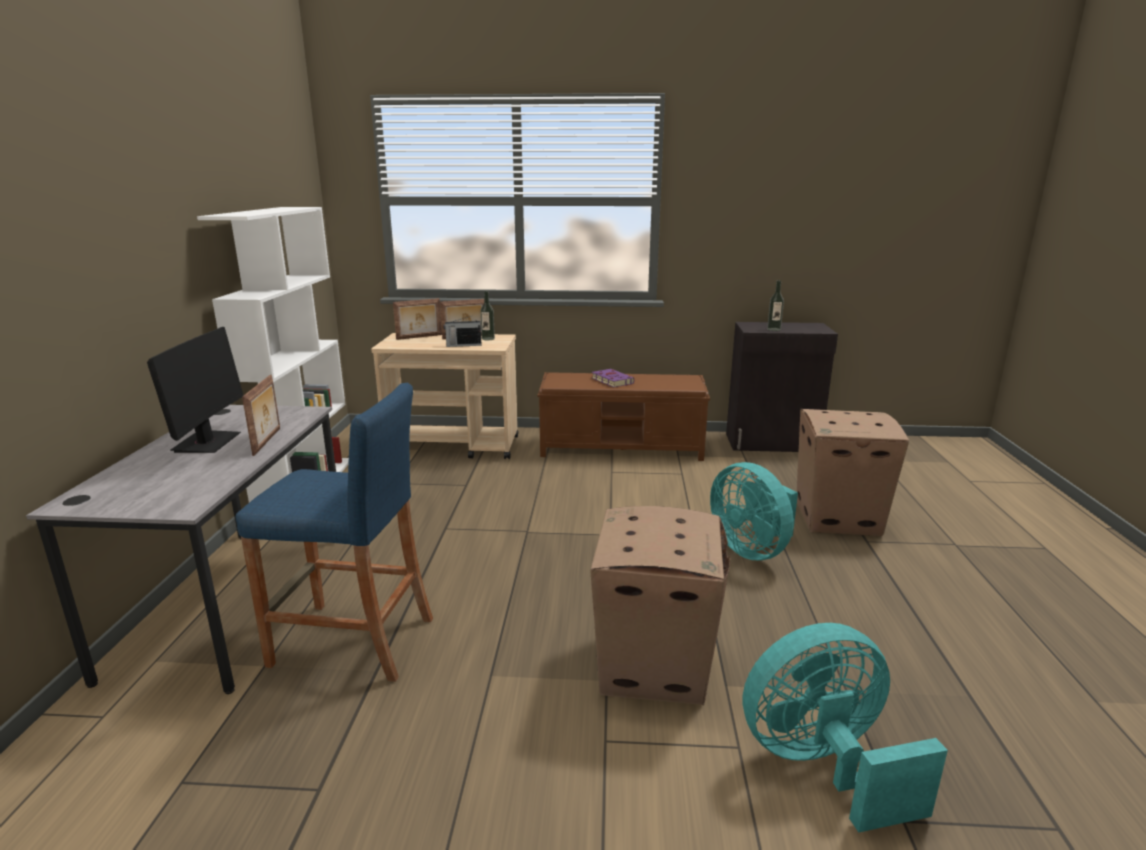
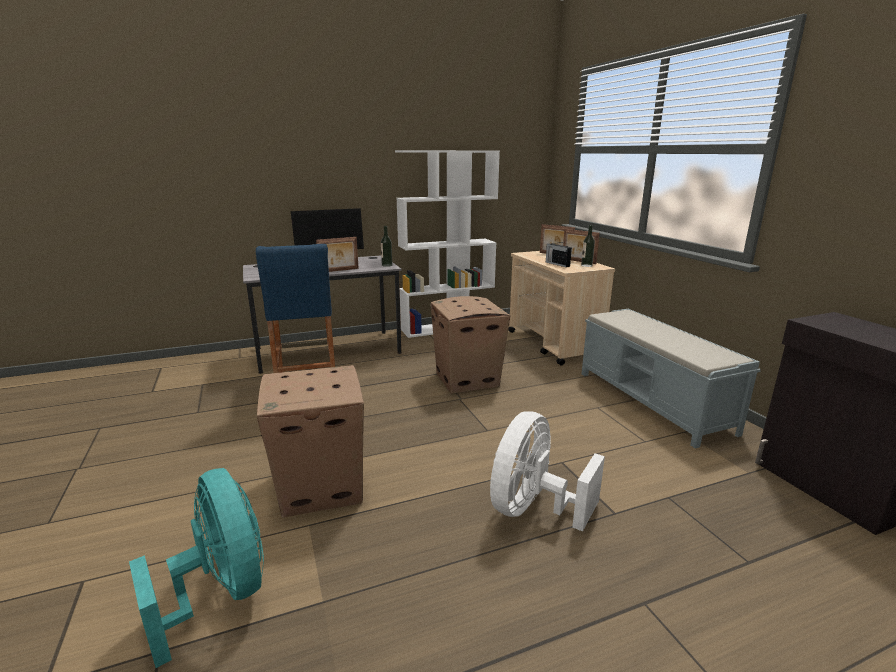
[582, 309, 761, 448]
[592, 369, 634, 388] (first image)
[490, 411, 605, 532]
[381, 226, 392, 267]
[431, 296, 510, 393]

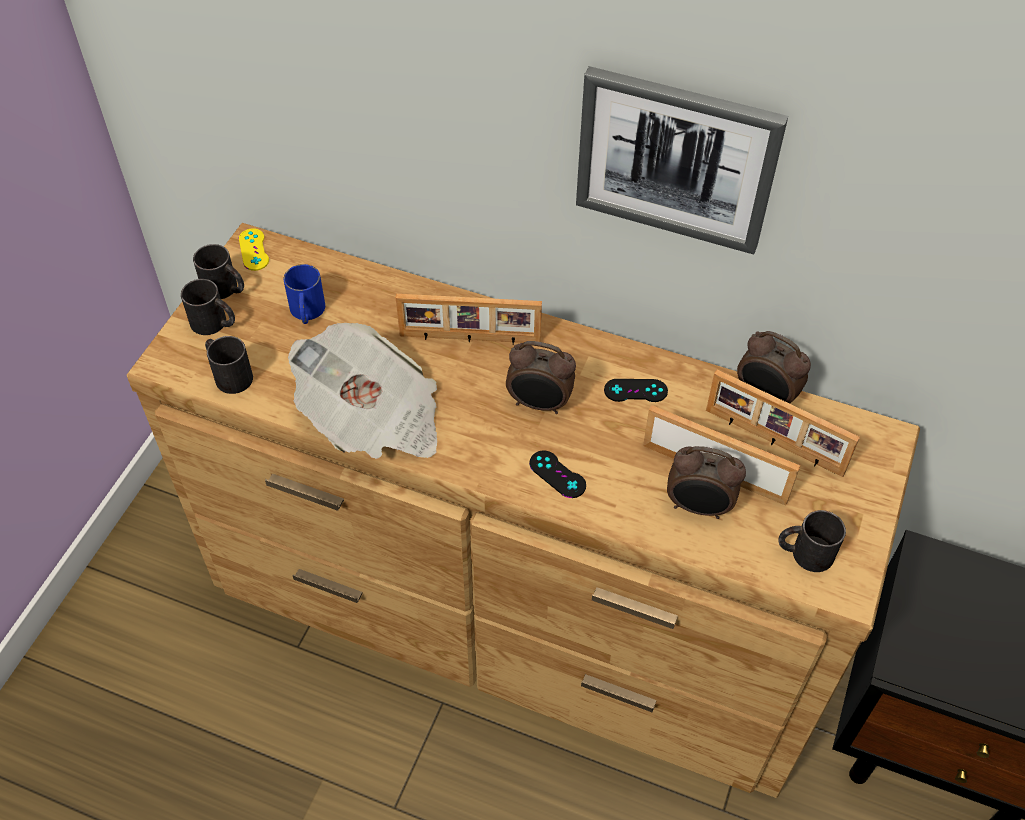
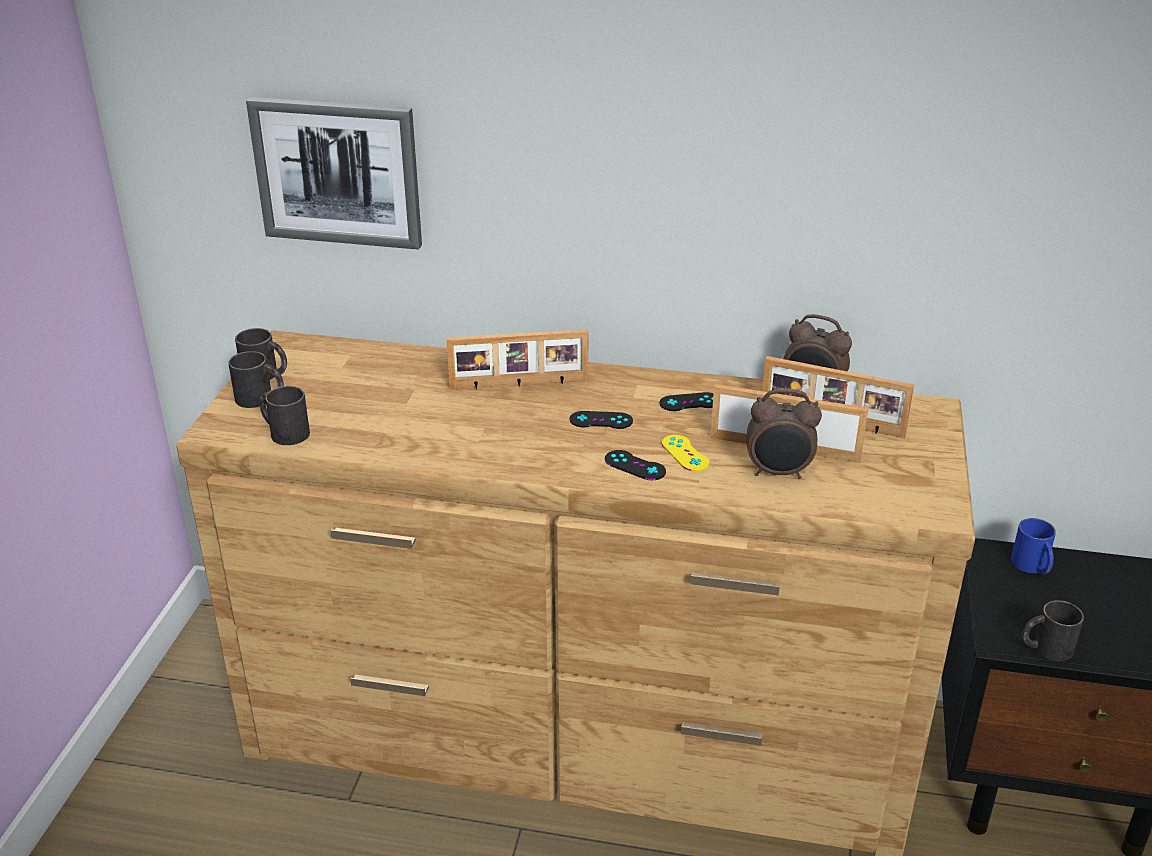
[662, 435, 709, 472]
[1011, 518, 1056, 575]
[288, 323, 437, 459] (first image)
[570, 411, 633, 429]
[246, 97, 422, 250]
[1022, 600, 1084, 661]

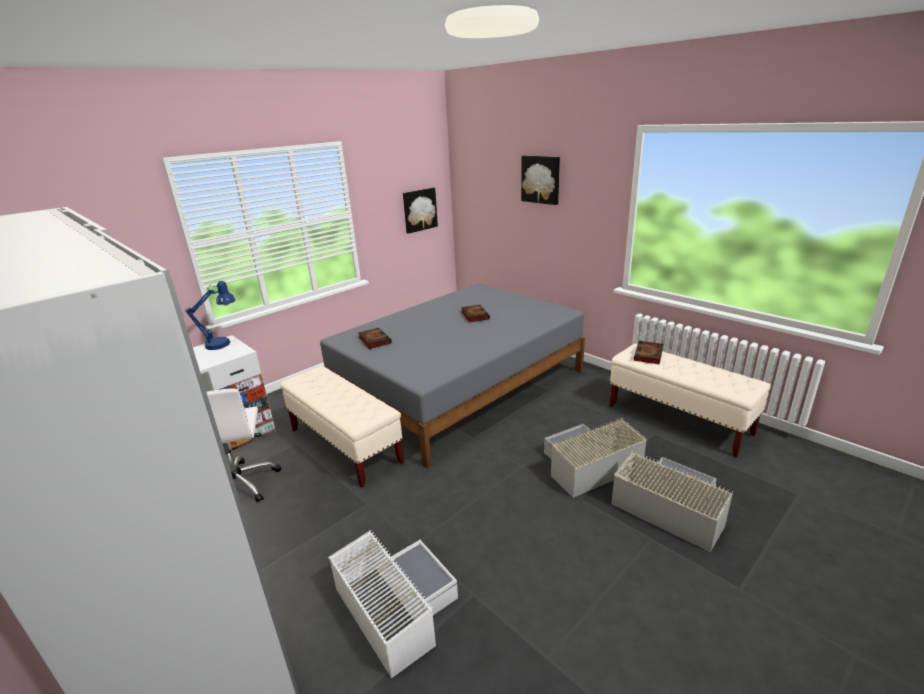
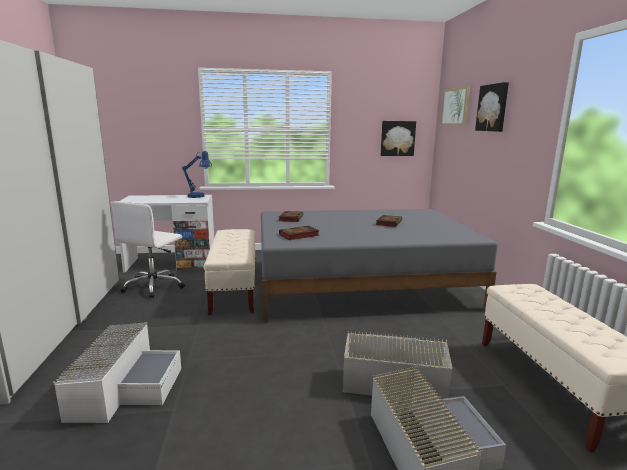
[279, 226, 319, 240]
[441, 86, 470, 125]

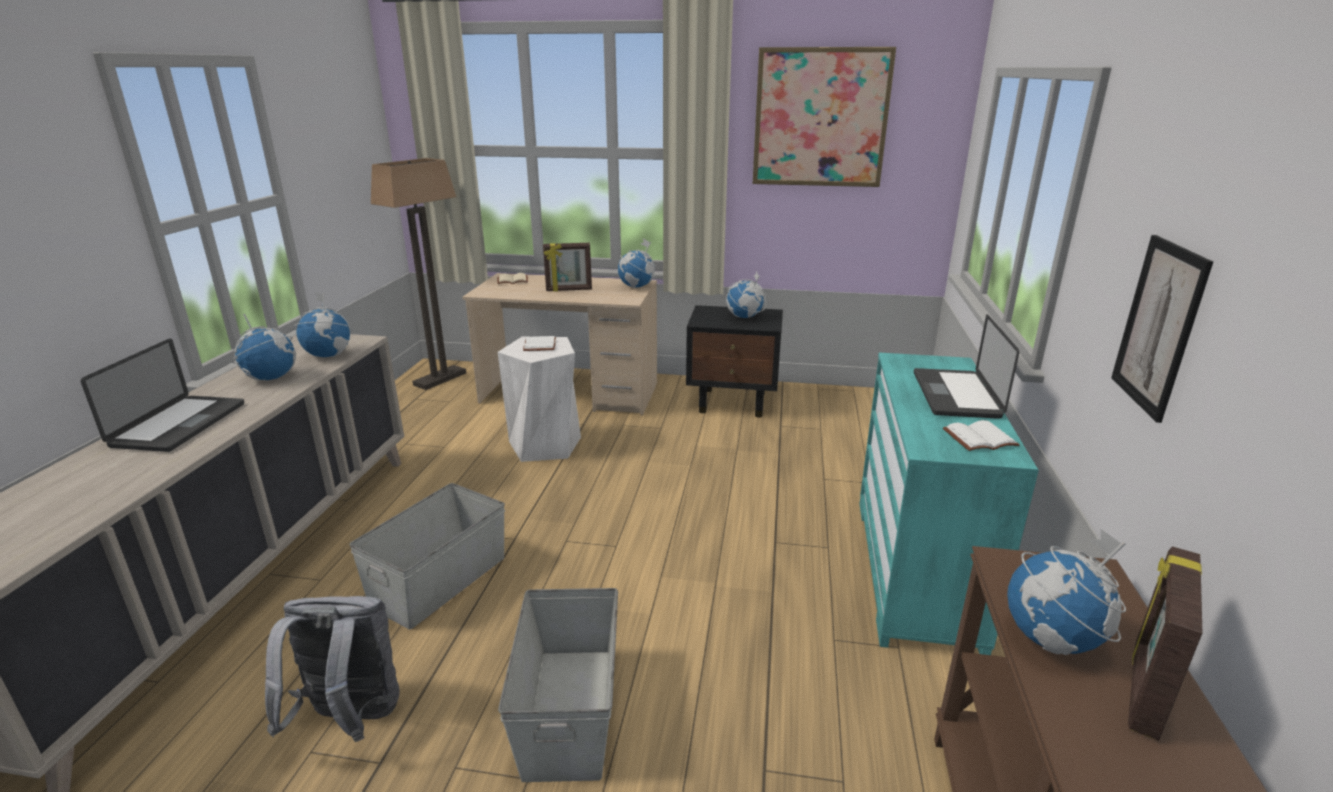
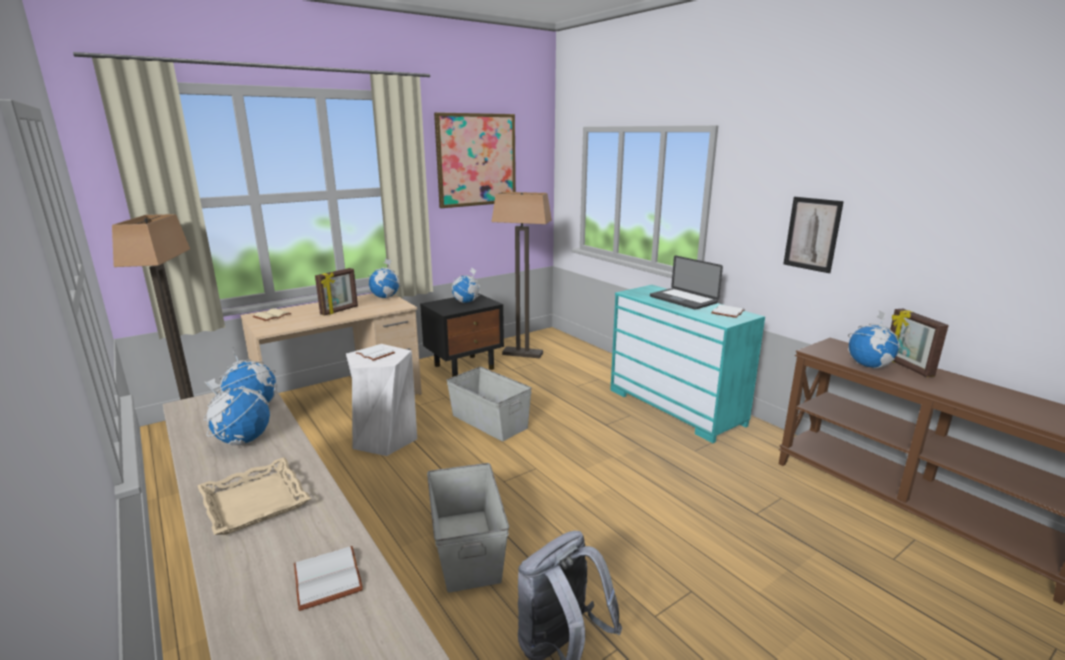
[198, 457, 311, 535]
[447, 367, 532, 441]
[294, 546, 363, 611]
[491, 192, 552, 359]

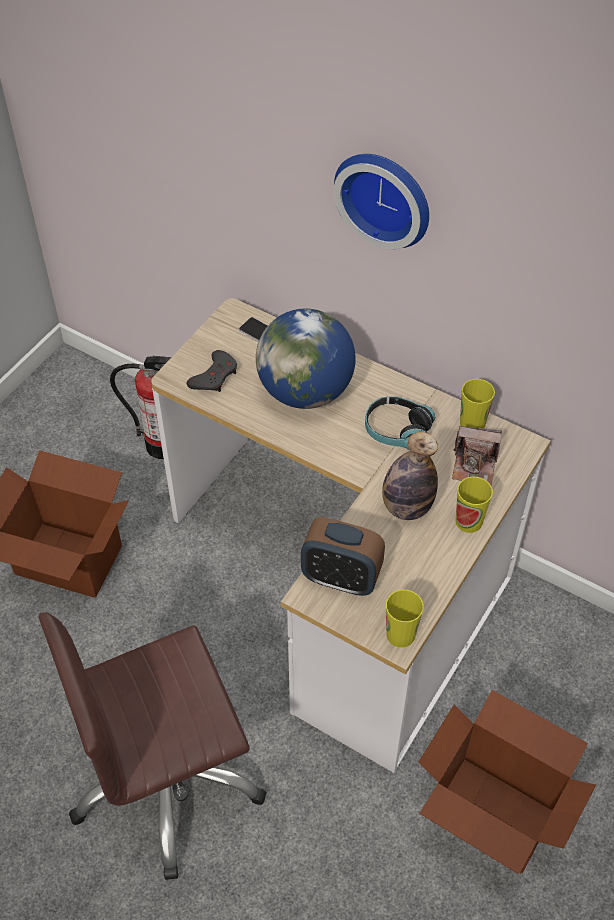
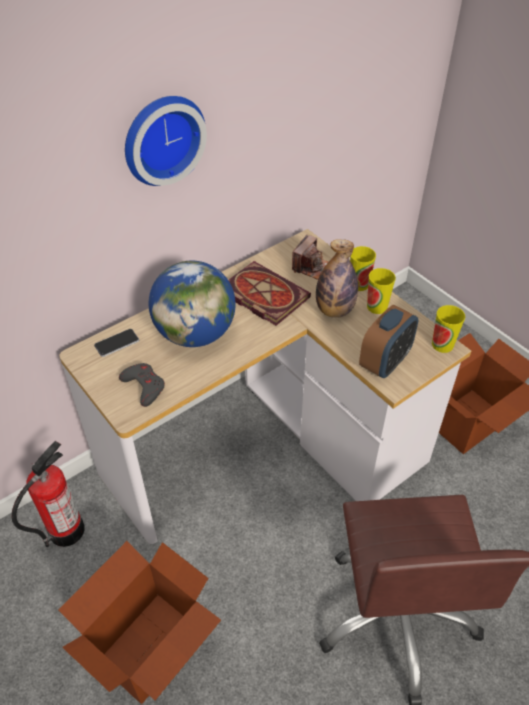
[229, 261, 311, 326]
[367, 268, 396, 314]

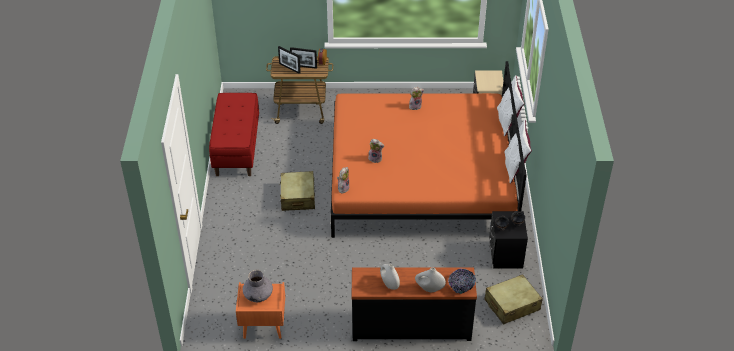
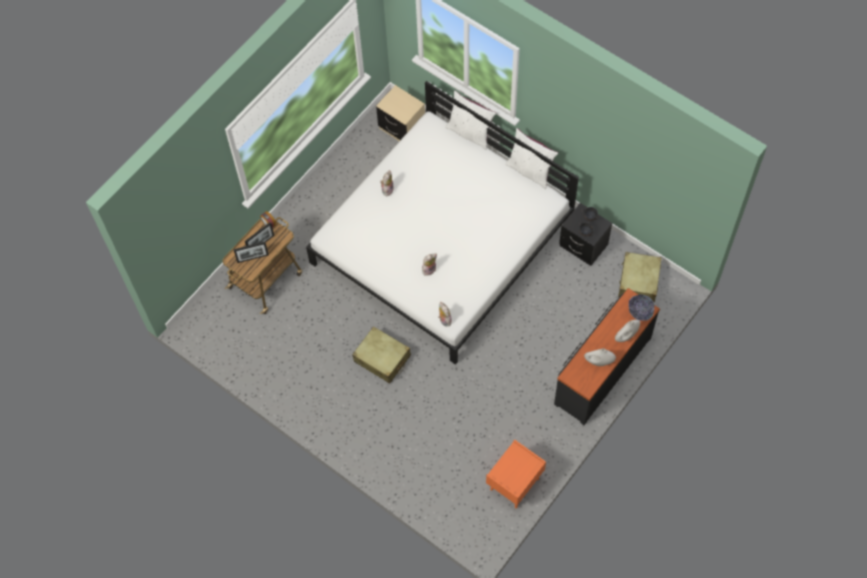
[209, 93, 259, 176] (first image)
[243, 270, 273, 302] (first image)
[306, 81, 579, 365]

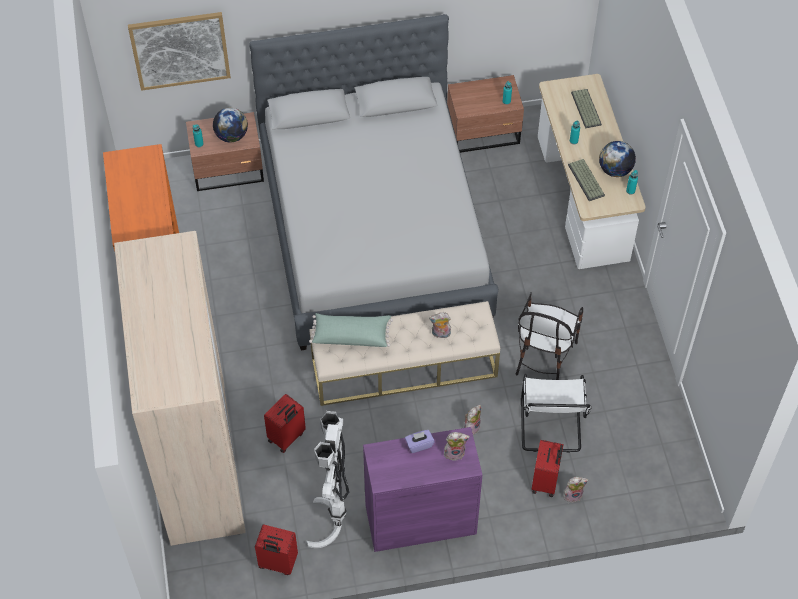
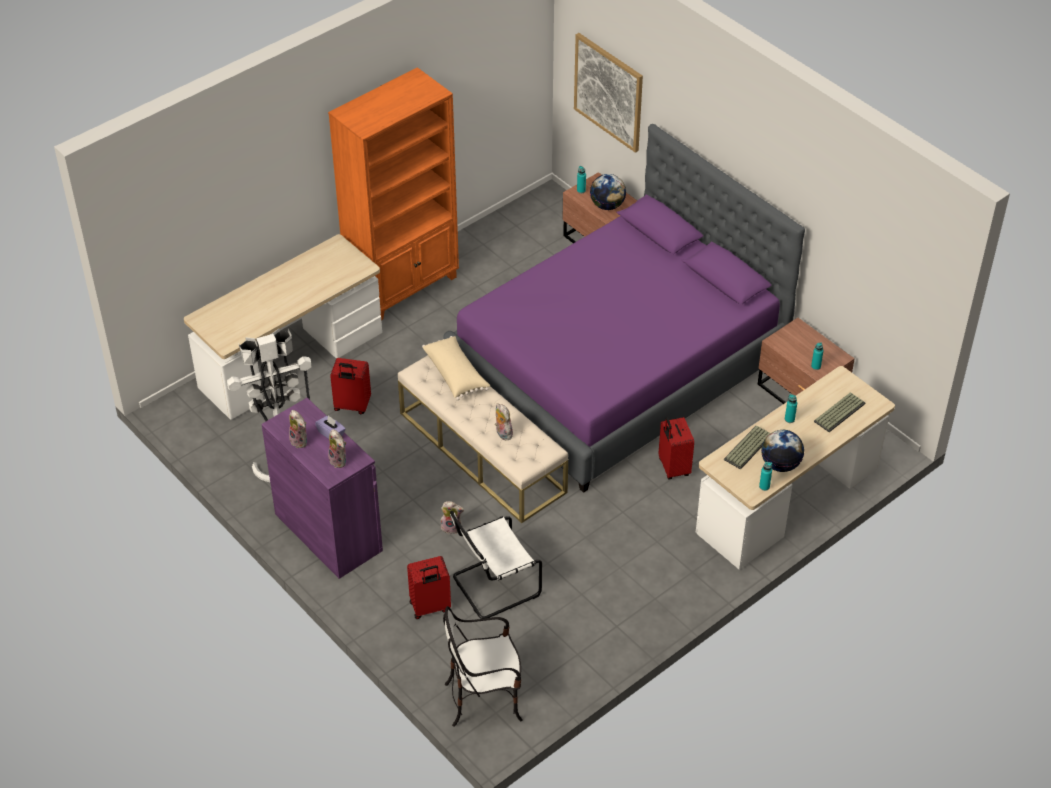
[184, 234, 382, 419]
[444, 124, 805, 493]
[658, 417, 694, 479]
[422, 336, 490, 400]
[443, 606, 523, 727]
[289, 410, 307, 448]

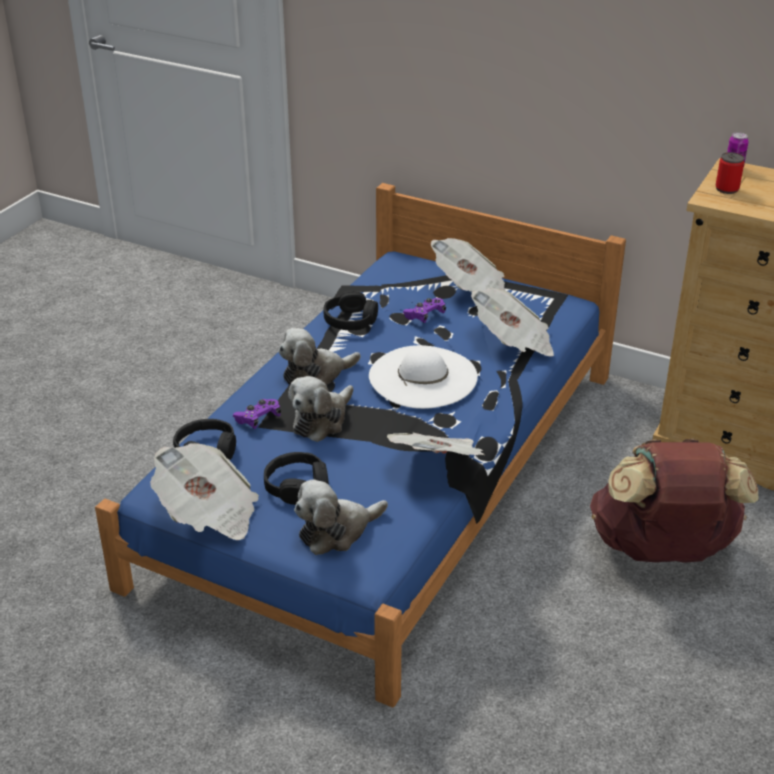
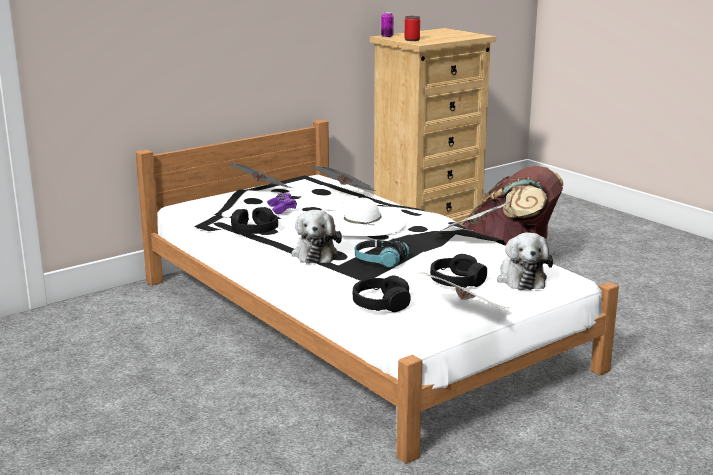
[136, 119, 619, 464]
[233, 399, 281, 429] (first image)
[355, 240, 409, 267]

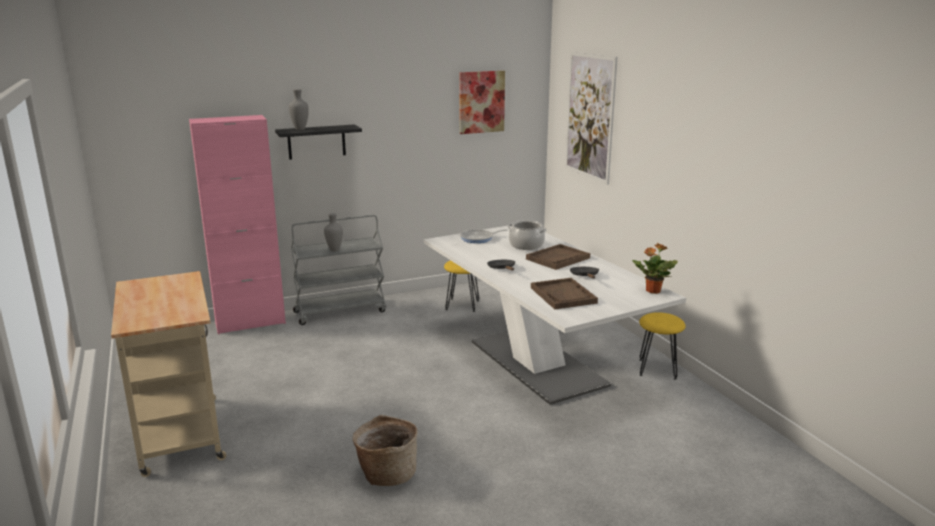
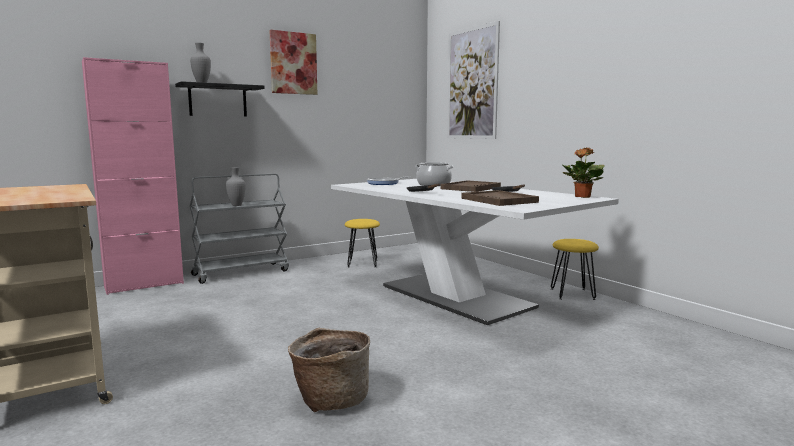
[269, 30, 317, 95]

